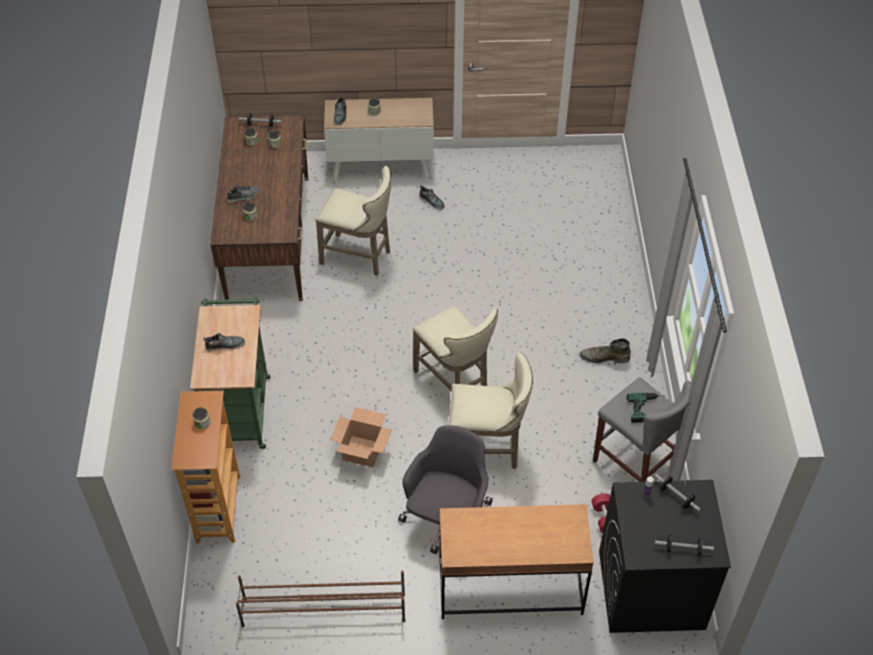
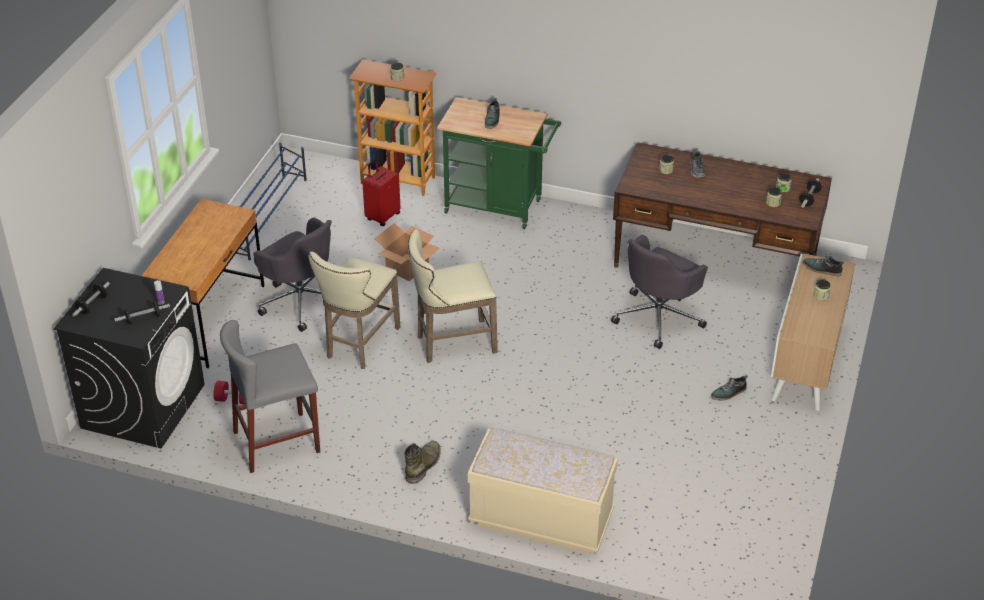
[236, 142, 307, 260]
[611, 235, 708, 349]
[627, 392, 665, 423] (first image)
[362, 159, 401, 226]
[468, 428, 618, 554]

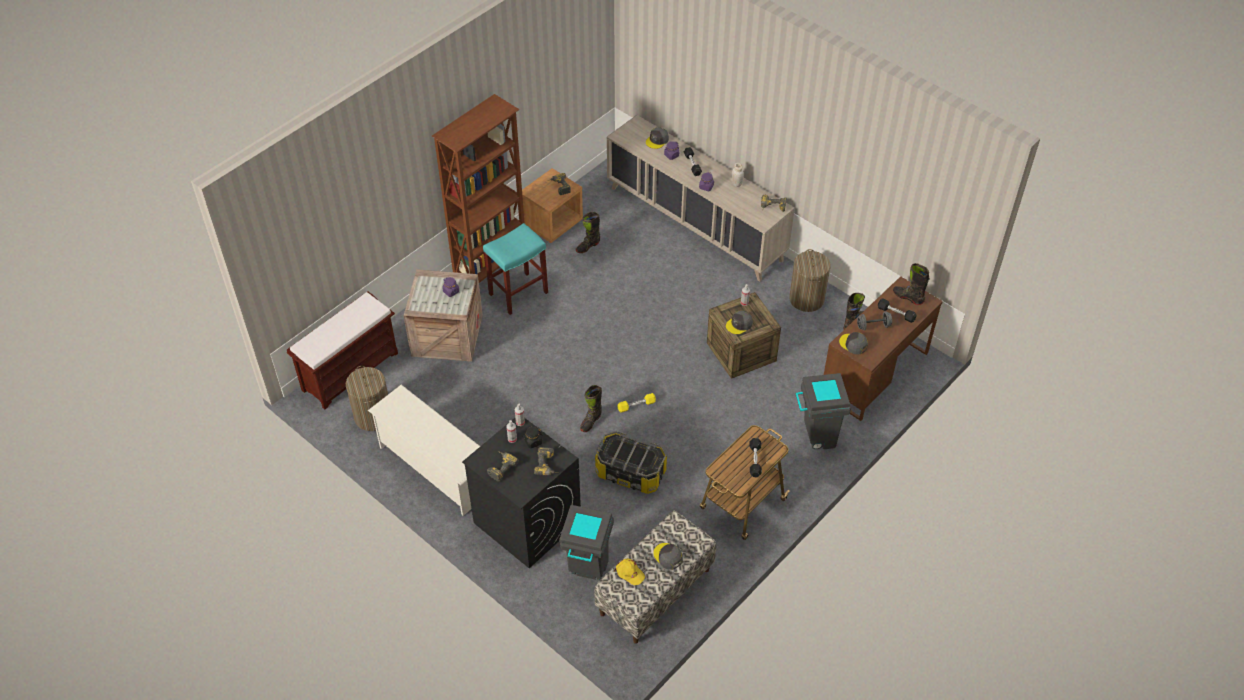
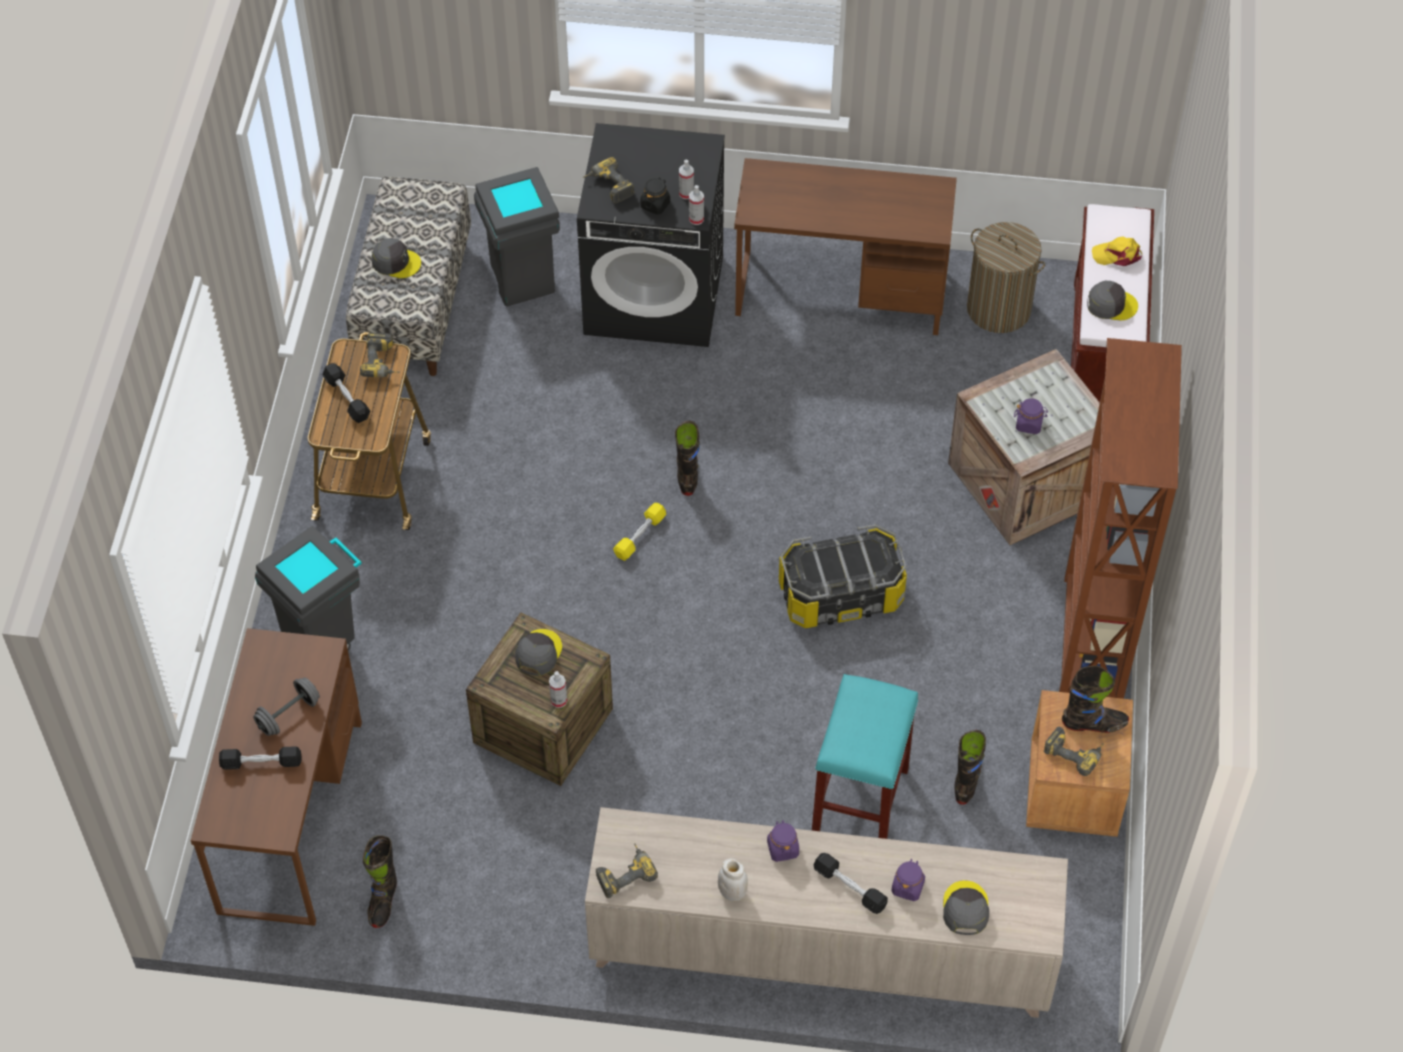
[734, 158, 957, 335]
[812, 674, 918, 839]
[360, 333, 400, 377]
[779, 524, 907, 628]
[1092, 236, 1142, 266]
[789, 249, 831, 312] (first image)
[1087, 281, 1138, 320]
[1062, 666, 1129, 733]

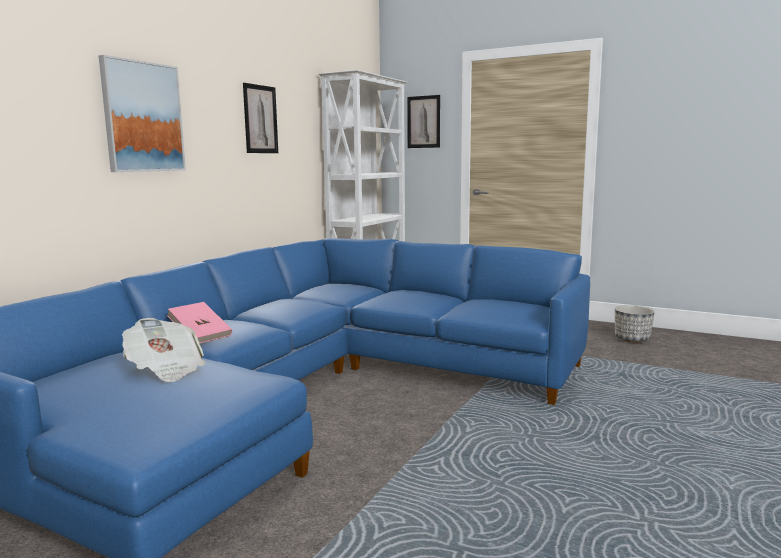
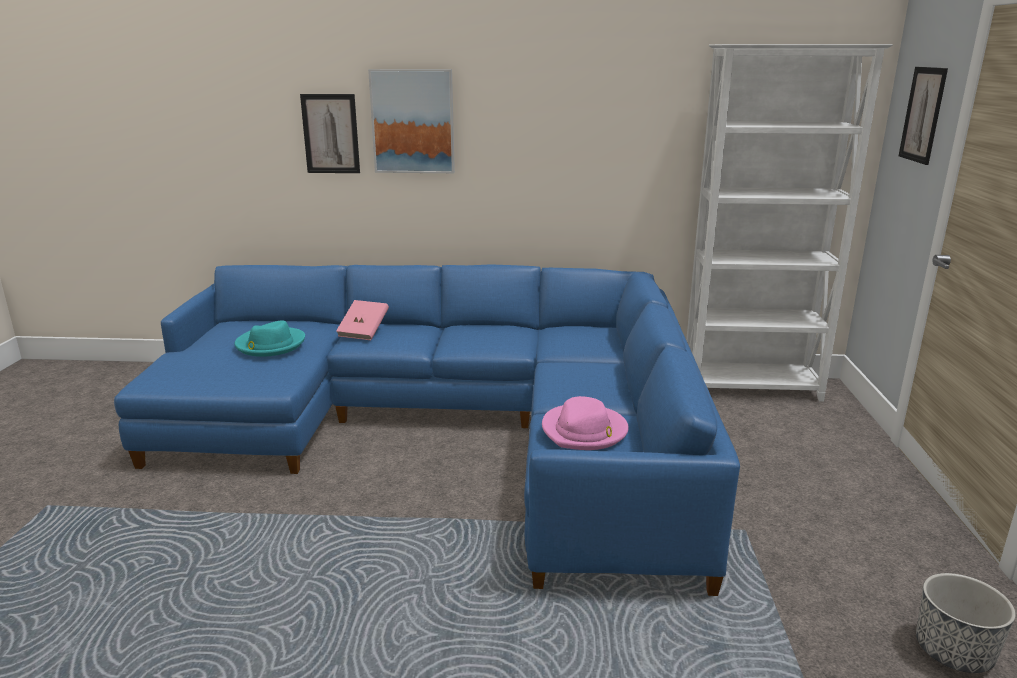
[235, 320, 305, 357]
[300, 94, 360, 173]
[542, 396, 629, 450]

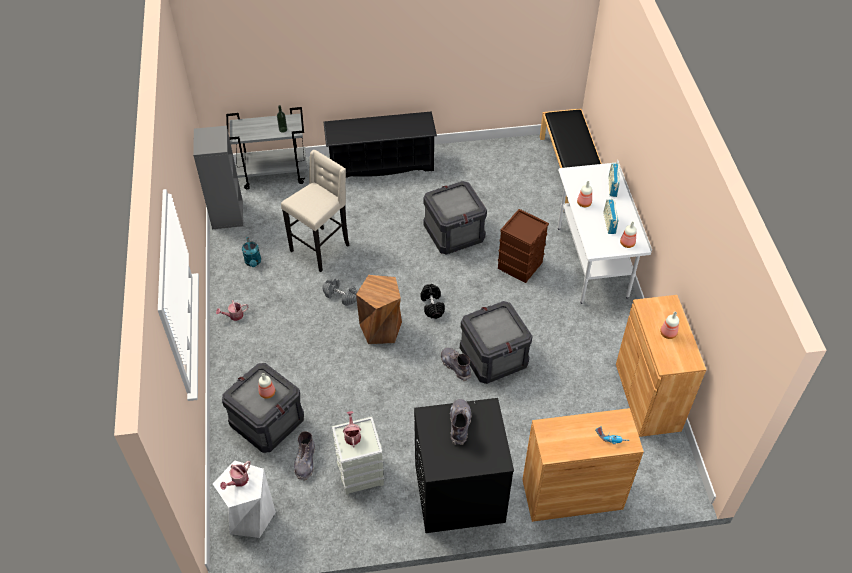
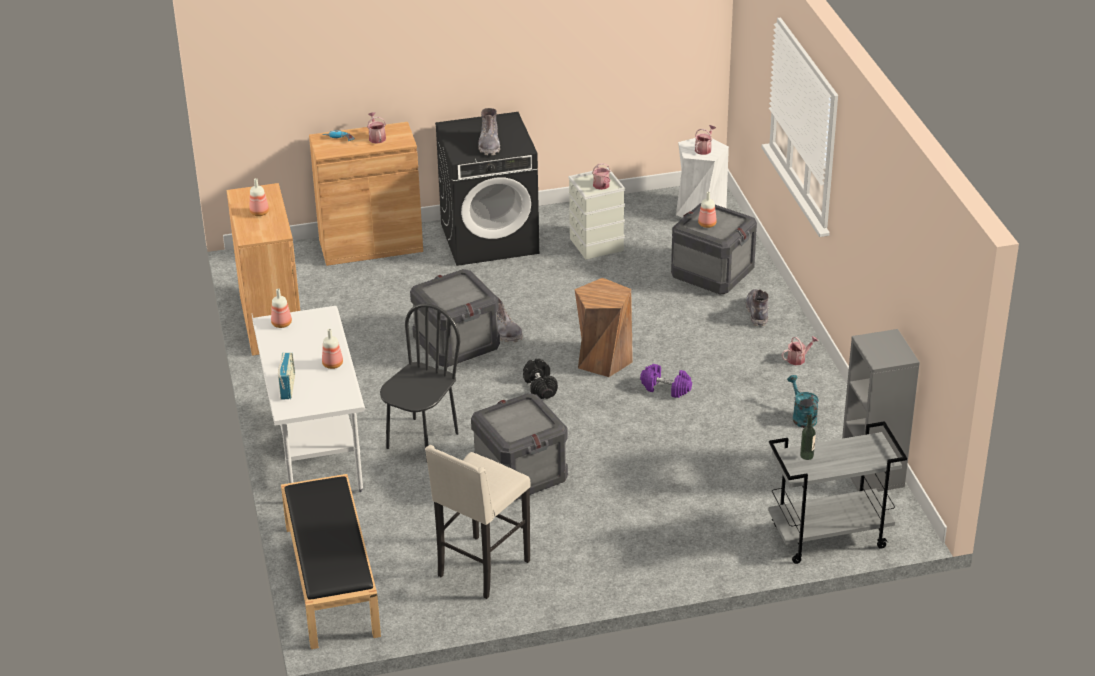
[425, 445, 531, 599]
[746, 289, 769, 326]
[640, 364, 692, 398]
[324, 111, 437, 177] (first image)
[380, 303, 460, 461]
[603, 199, 619, 234] (first image)
[367, 112, 386, 144]

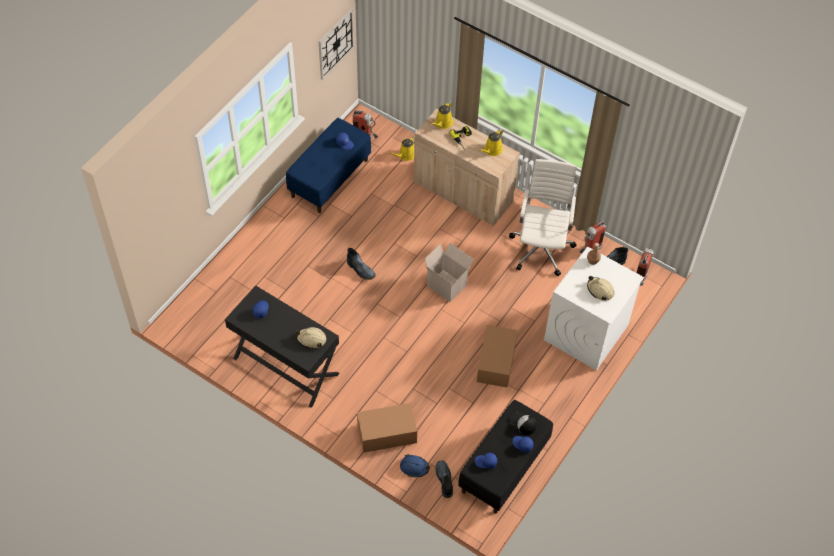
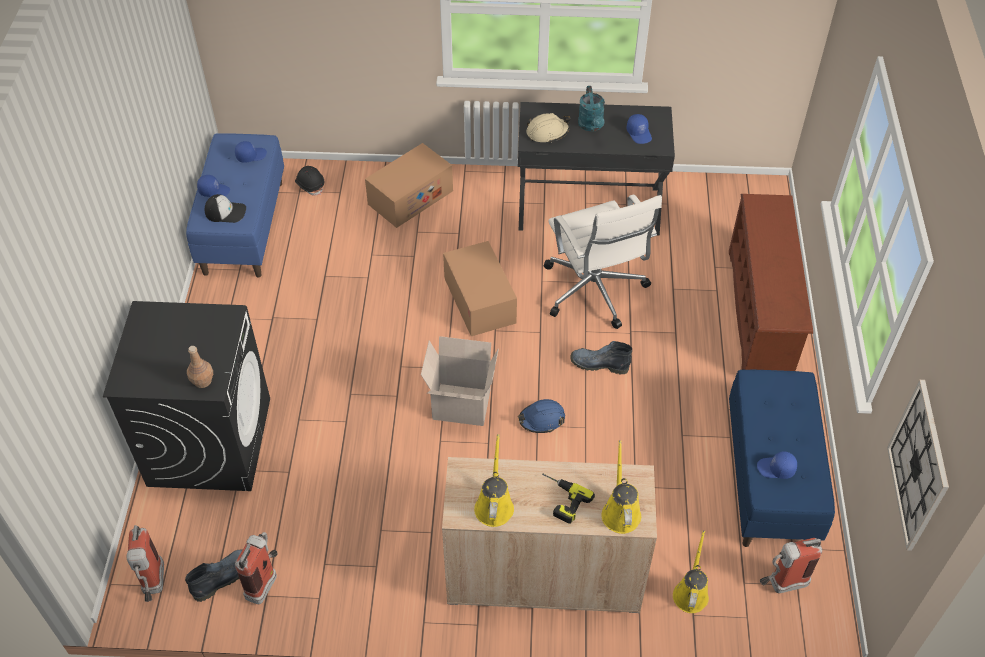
[518, 399, 565, 433]
[295, 166, 324, 196]
[186, 133, 284, 278]
[443, 241, 517, 336]
[544, 195, 662, 329]
[103, 301, 270, 491]
[587, 276, 615, 301] (first image)
[578, 86, 605, 132]
[729, 194, 813, 371]

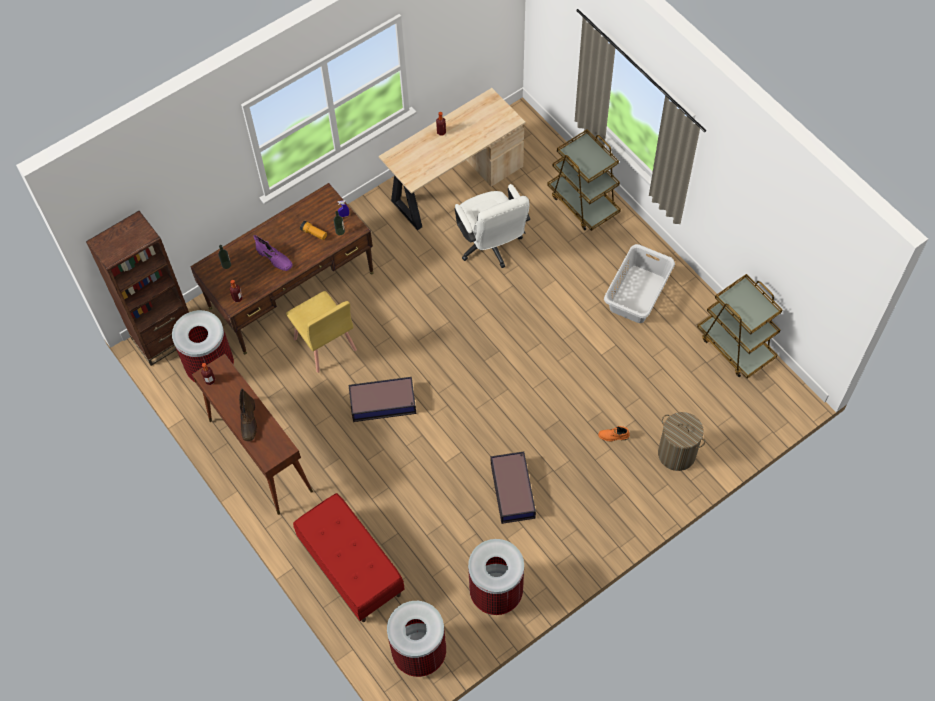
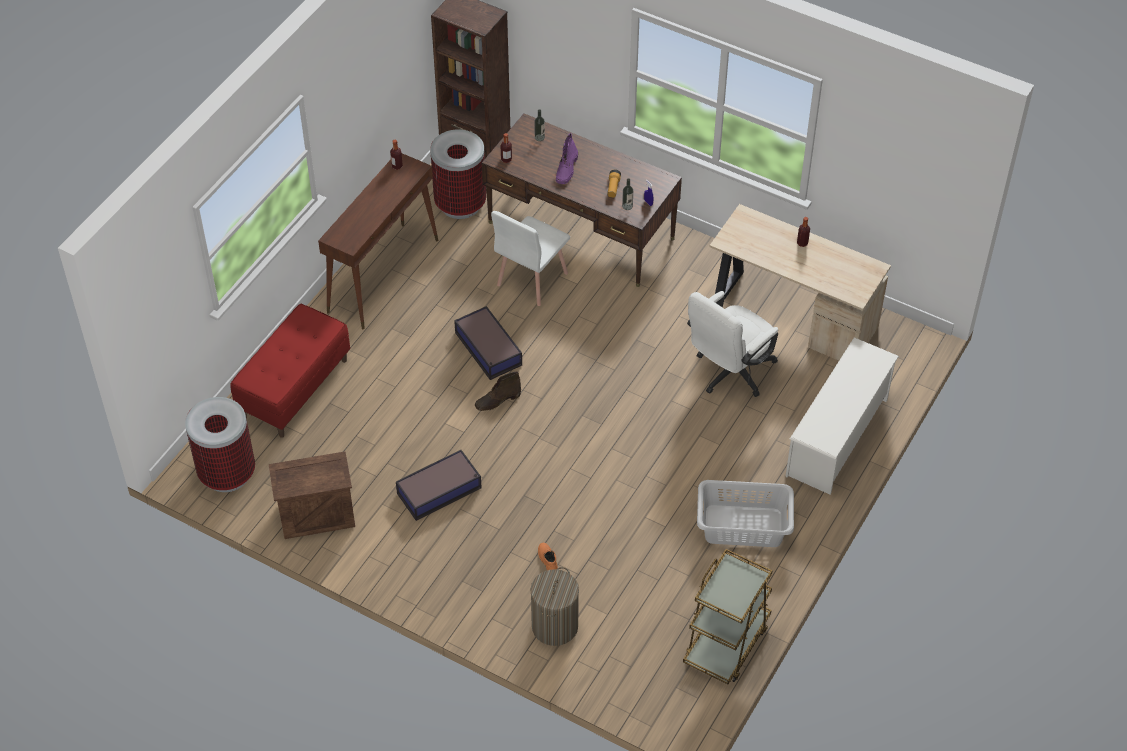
[475, 371, 521, 411]
[491, 211, 570, 306]
[269, 452, 355, 539]
[785, 337, 899, 495]

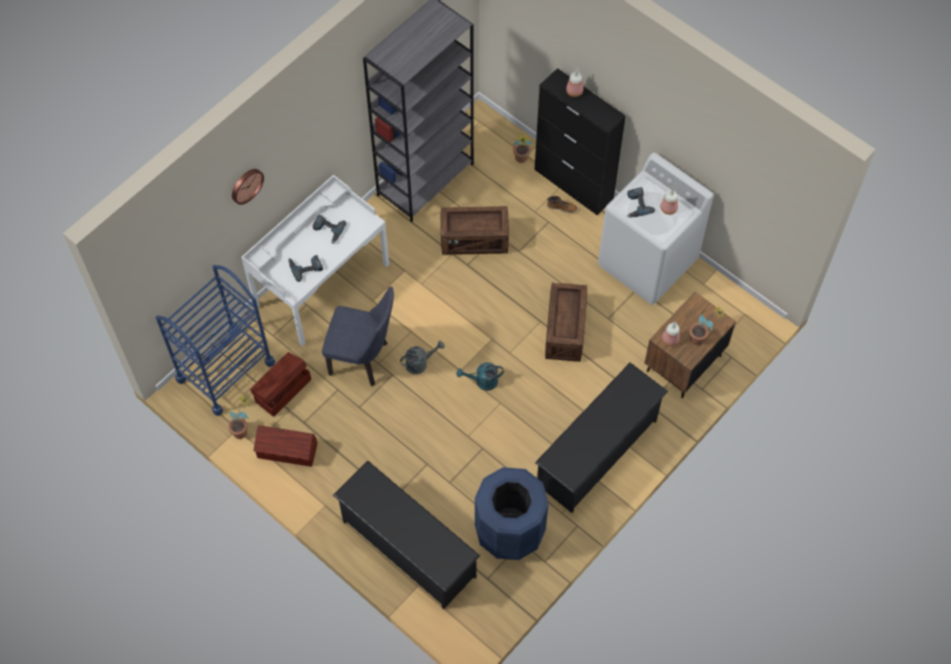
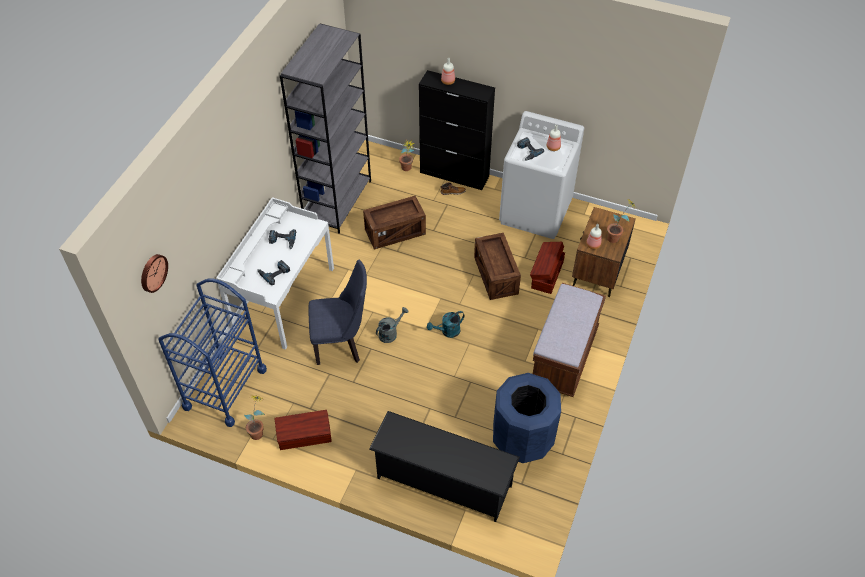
[141, 254, 168, 293]
[530, 242, 565, 294]
[533, 283, 606, 397]

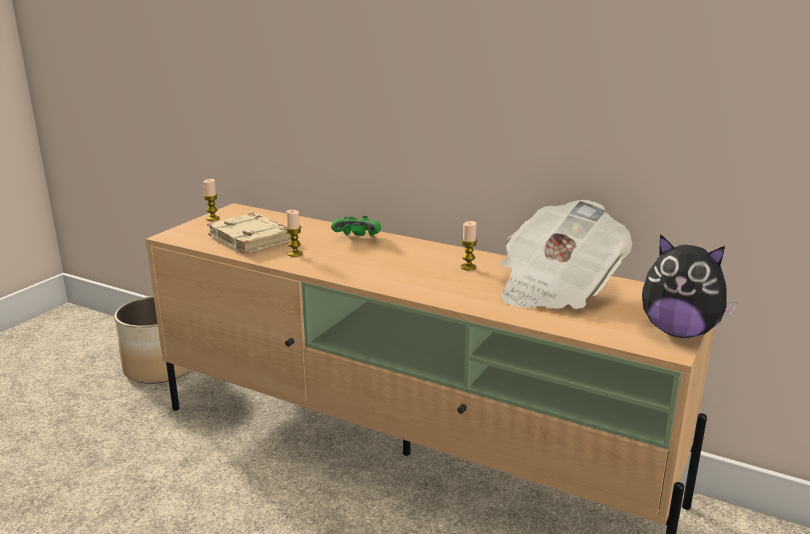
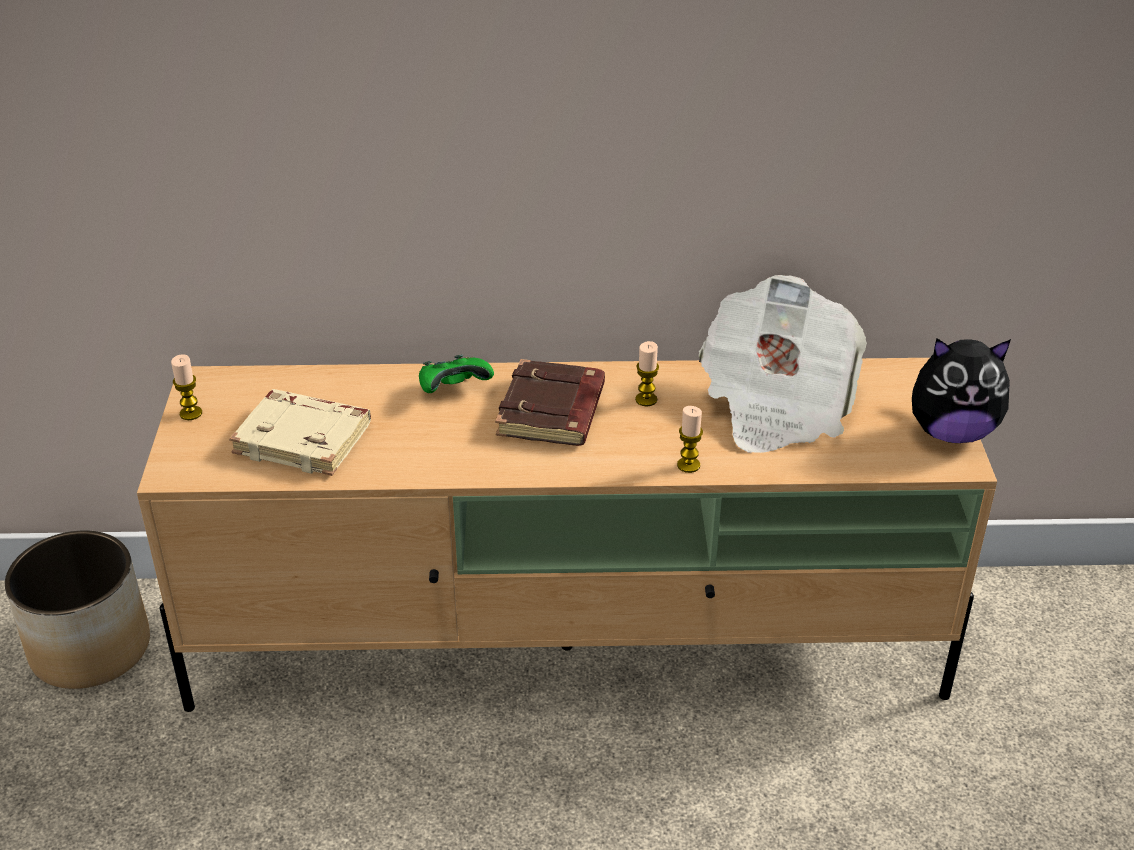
[677, 406, 703, 473]
[495, 359, 605, 446]

